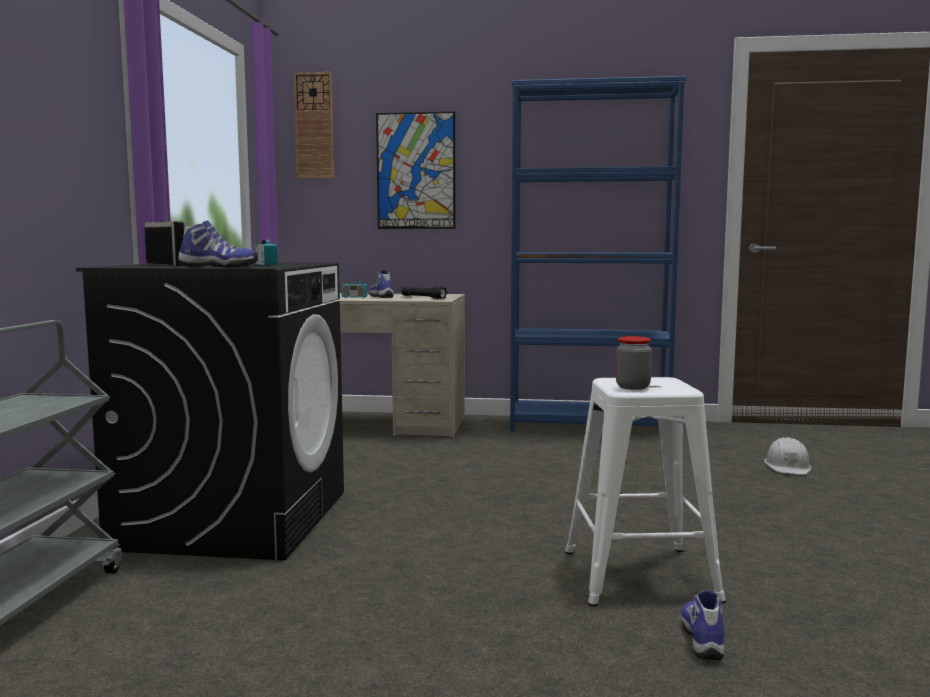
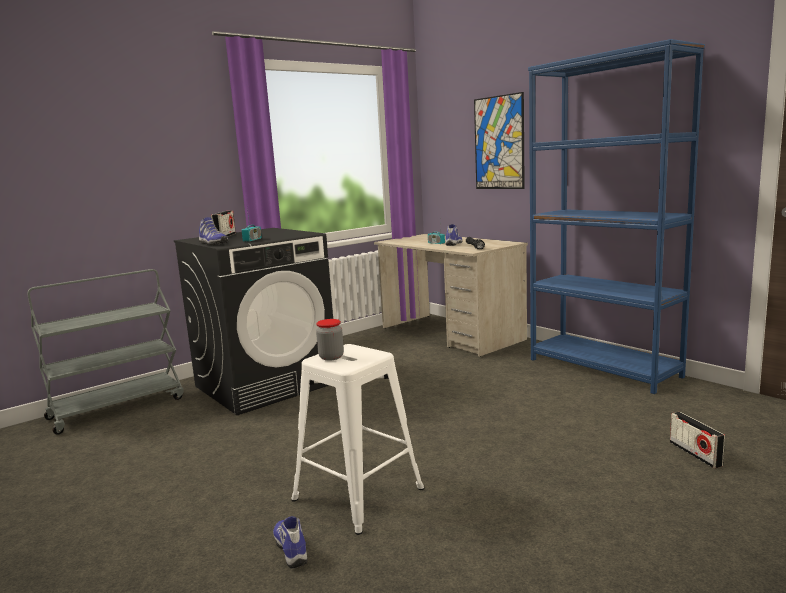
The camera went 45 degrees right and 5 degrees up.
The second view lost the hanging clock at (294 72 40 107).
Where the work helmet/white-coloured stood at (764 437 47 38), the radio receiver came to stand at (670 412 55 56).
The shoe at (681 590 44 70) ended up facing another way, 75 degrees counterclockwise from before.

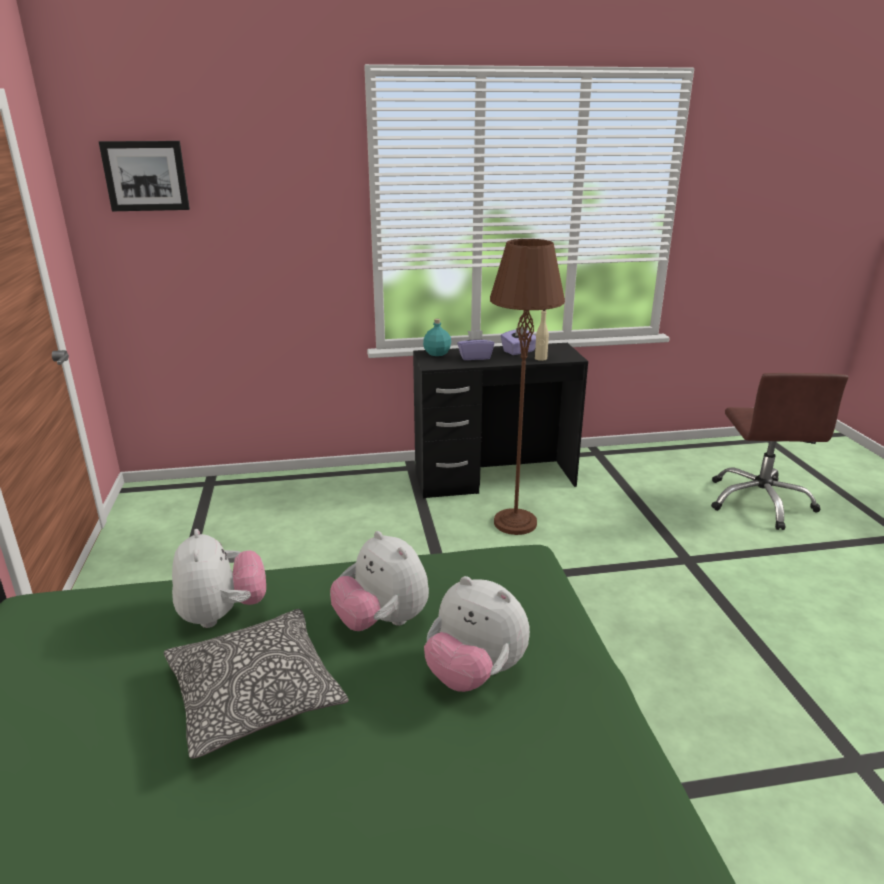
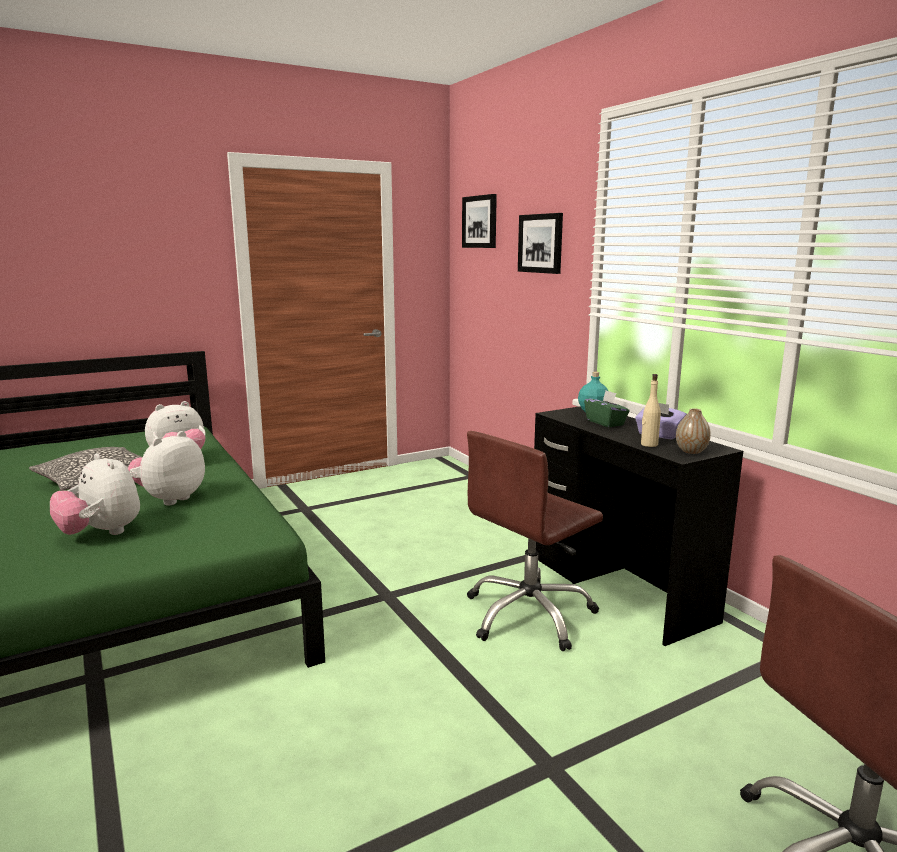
The camera went 70 degrees right and 10 degrees down.
Where the floor lamp/brown-coloured stood at (490 239 75 296), the desk chair/brown-coloured came to stand at (467 431 136 220).
What was the tissue holder/purple at (457 330 37 30) turned into the tissue holder/green-coloured at (584 390 46 37).
The soft toy at (424 576 106 116) ended up facing another way, 60 degrees counterclockwise from before.
The second view gained the picture at (518 213 45 61).
The second view gained the vase at (676 408 35 46).

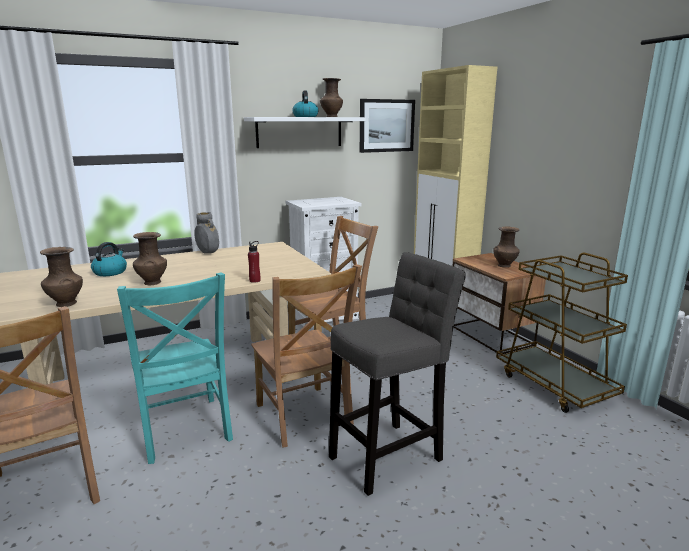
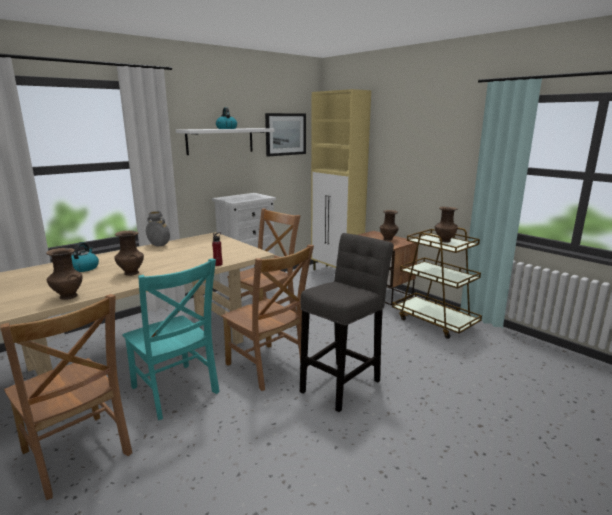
The camera went 15 degrees left and 0 degrees up.
The vase/brown-coloured ended up elsewhere, having gone from (320 78 23 39) to (435 207 23 36).

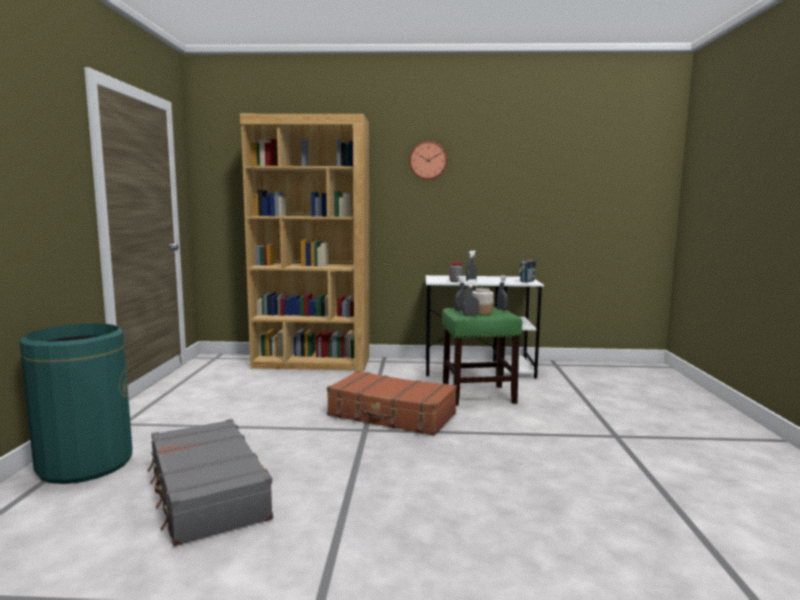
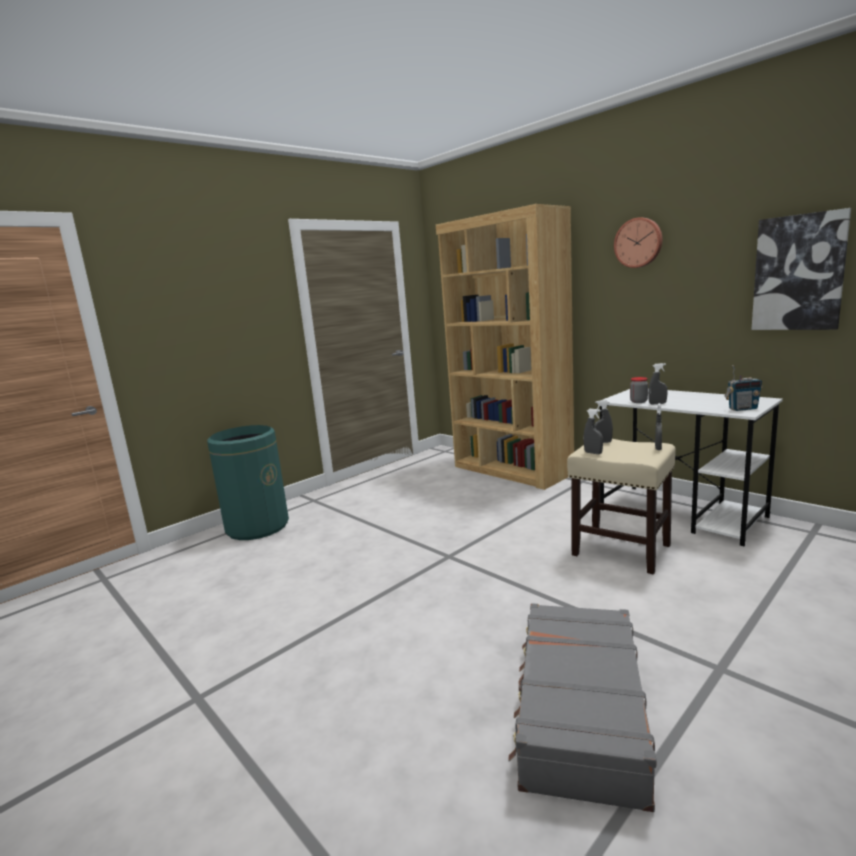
The camera went 45 degrees right and 5 degrees up.
The second view lost the storage jar at (472 288 22 27).
What was the stool seat/green-coloured at (442 307 80 99) turned into the stool seat/sand-coloured at (567 439 109 136).
The second view lost the piece of luggage/brown-coloured at (327 371 130 65).
The piece of luggage/grey ended up elsewhere, having gone from (147 419 126 127) to (508 603 148 209).
The second view gained the picture at (751 208 100 122).

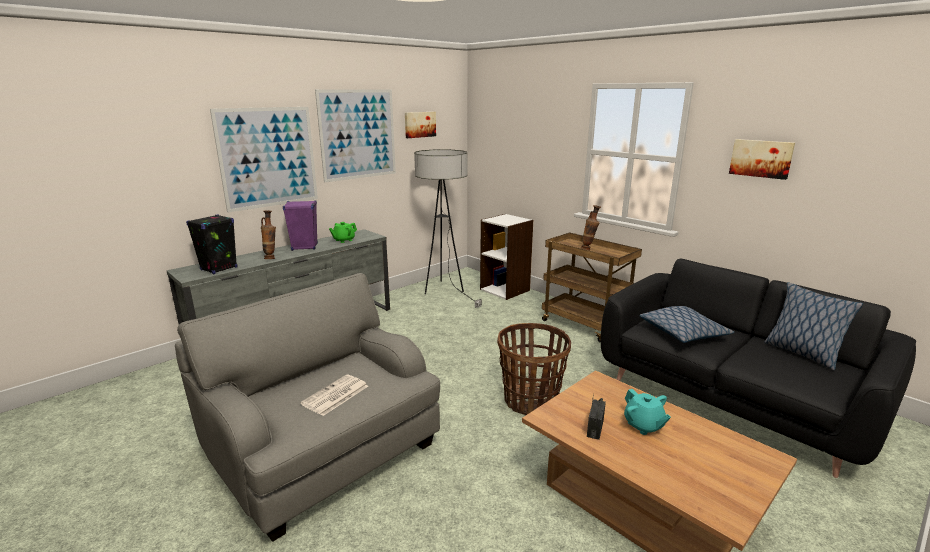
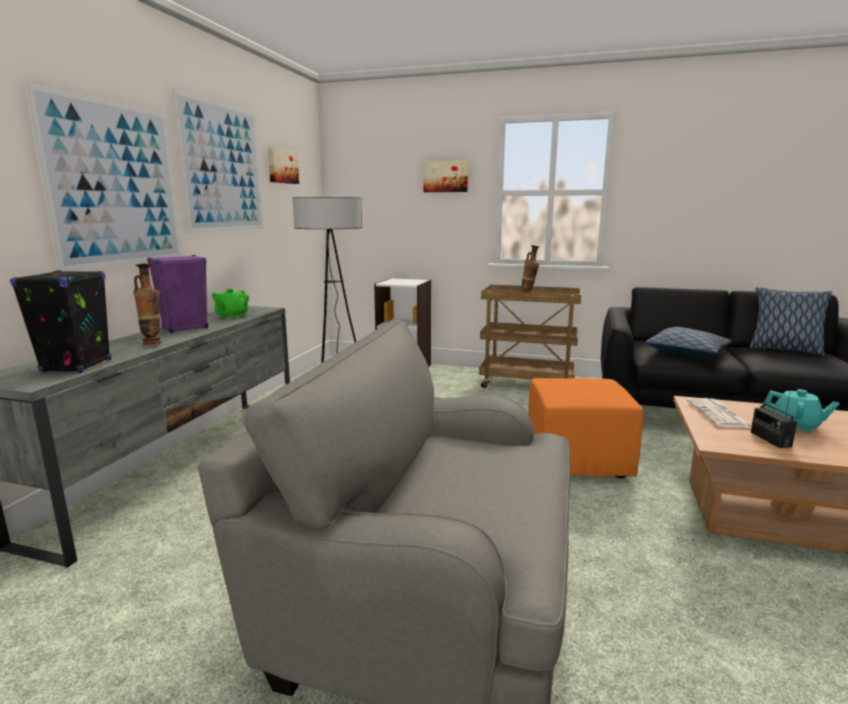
The camera went 30 degrees left and 5 degrees down.
The picture ended up elsewhere, having gone from (729 139 66 41) to (423 161 45 31).
Where the household basket stood at (497 323 74 92), the ottoman/orangey came to stand at (528 378 115 100).
The newspaper ended up elsewhere, having gone from (300 374 68 42) to (687 398 65 30).

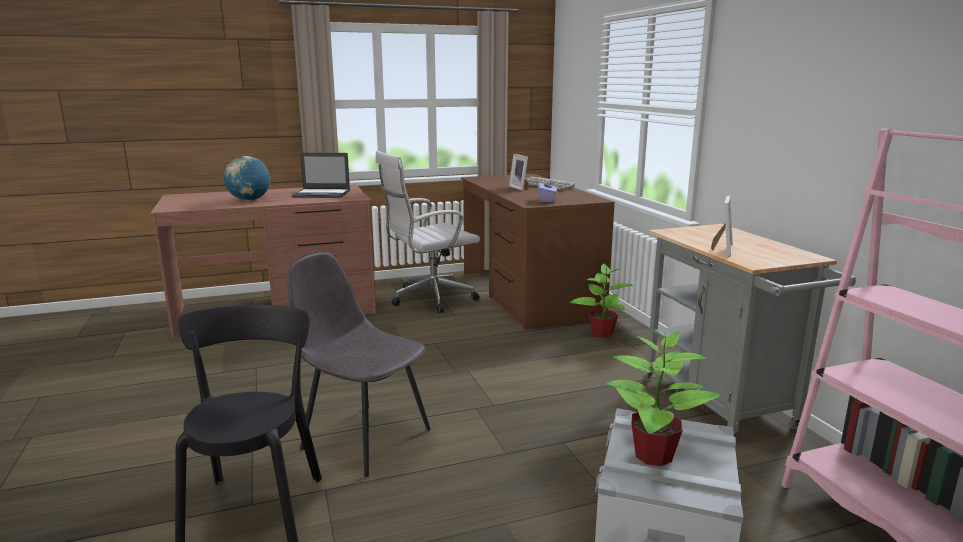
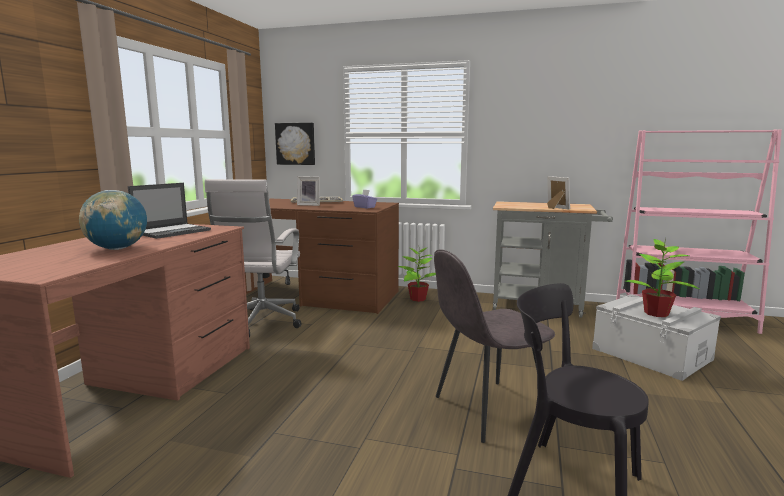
The camera went 55 degrees left and 5 degrees down.
The second view gained the picture at (275 123 40 42).

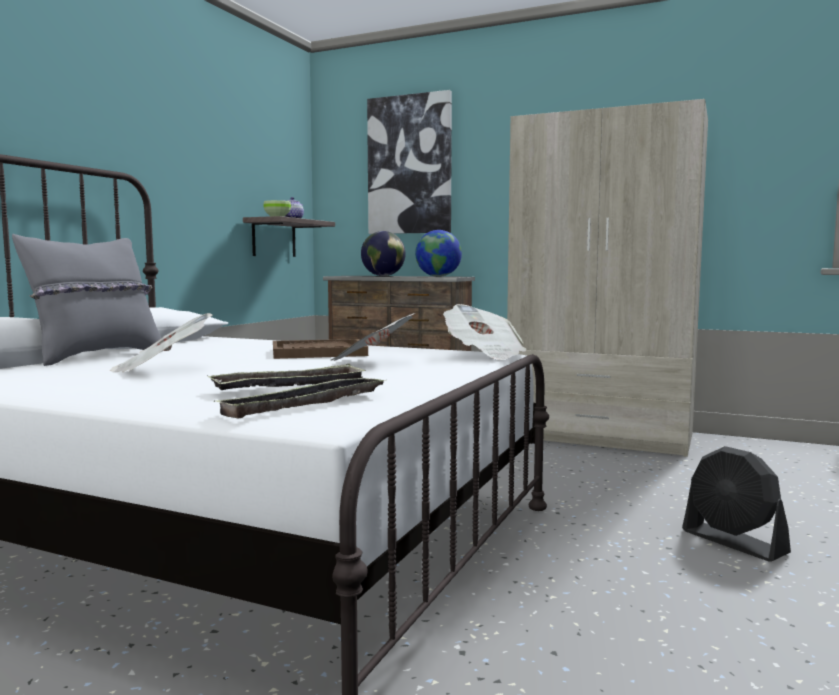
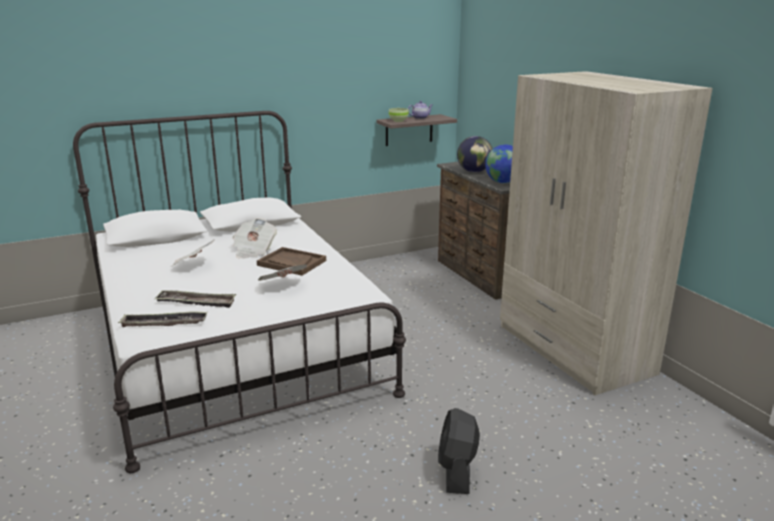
The camera went 40 degrees right and 15 degrees up.
The second view lost the picture at (367 90 85 144).
The second view lost the pillow/grey at (12 234 150 132).
The newspaper ended up elsewhere, having gone from (443 304 84 56) to (233 218 44 41).

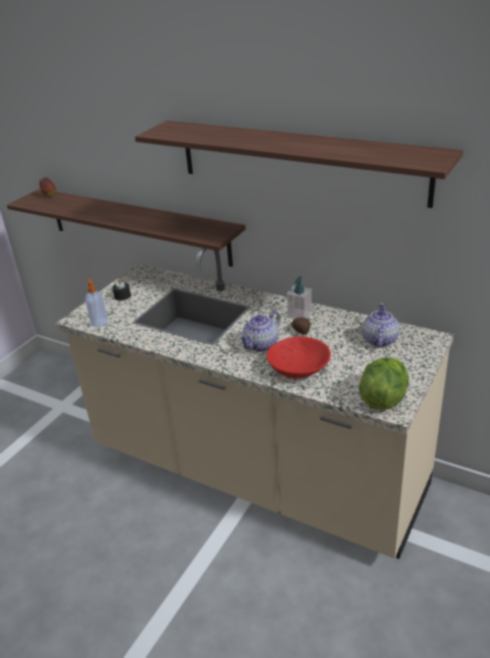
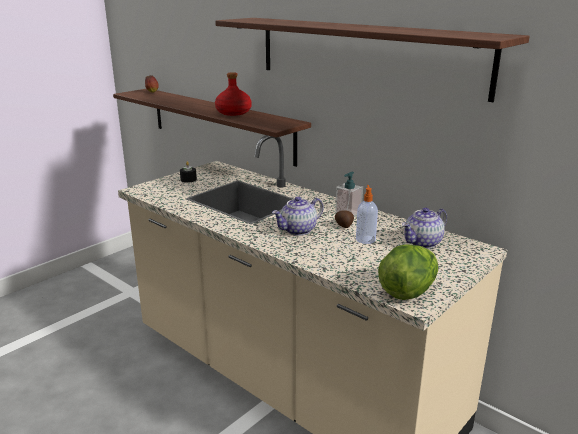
The camera went 10 degrees right and 10 degrees down.
The liquid soap bottle ended up elsewhere, having gone from (85 277 23 50) to (356 185 22 59).
The tea pot at (363 303 36 45) ended up facing another way, 150 degrees counterclockwise from before.
The second view lost the deep dish/red-coloured at (267 337 64 42).
The second view gained the bottle/red-coloured at (215 72 36 44).

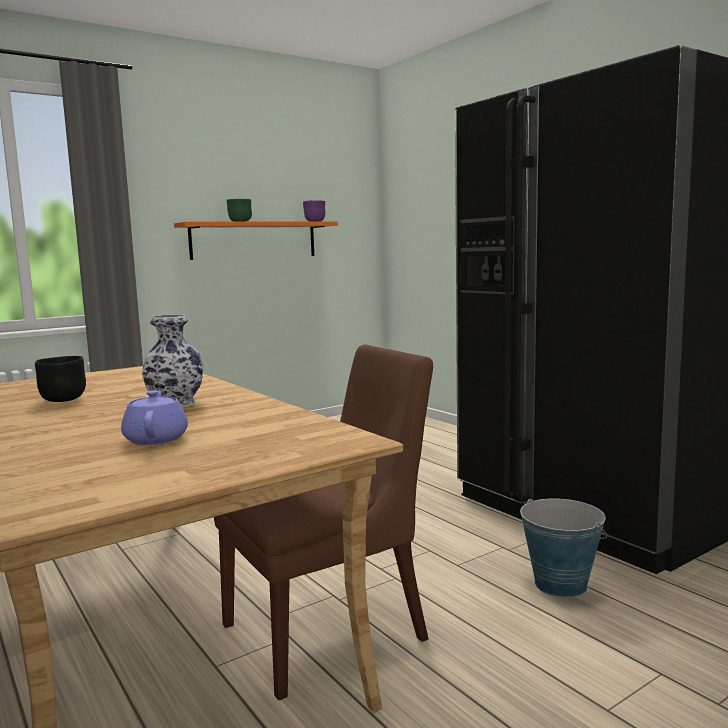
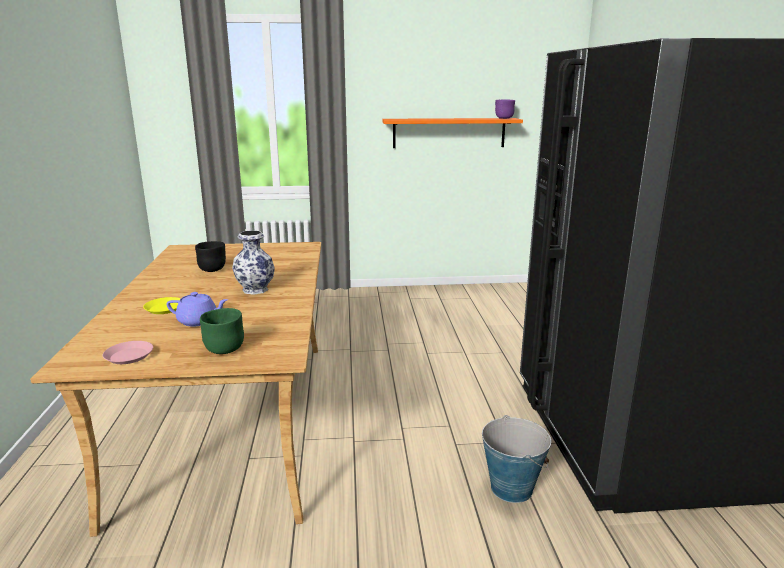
The camera went 30 degrees right and 10 degrees up.
The deep dish/green-coloured ended up elsewhere, having gone from (227 199 25 22) to (200 308 44 46).
The second view lost the chair/brown-coloured at (214 345 219 356).
The tea pot/purple at (121 390 67 55) ended up facing another way, 75 degrees clockwise from before.
The second view gained the flat dish/yellowish at (143 297 38 17).
The second view gained the flat dish/pinkish at (103 341 50 23).

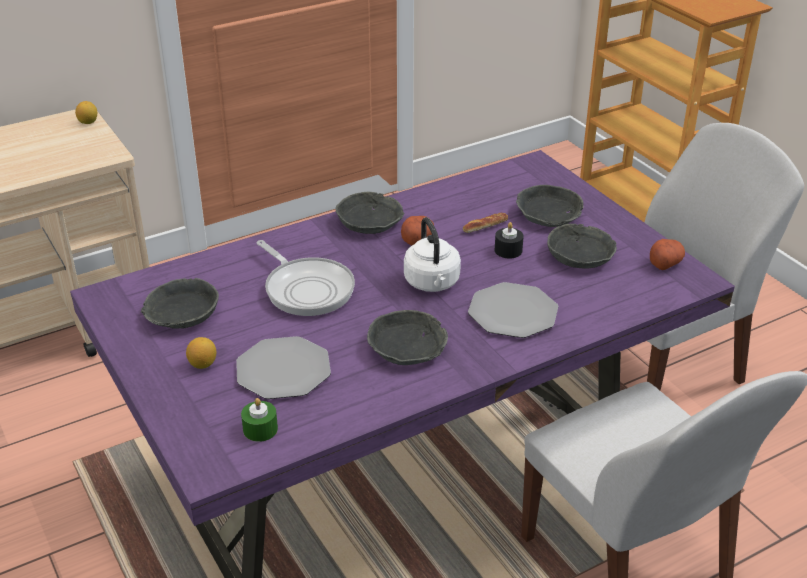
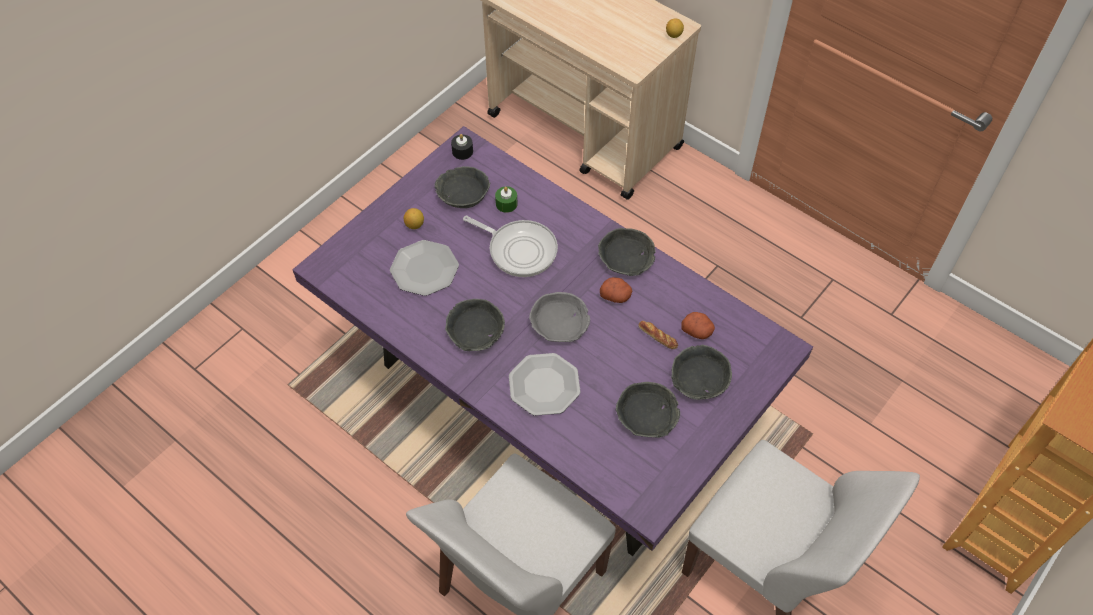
The camera went 70 degrees right and 20 degrees up.
Where the water kettle/white-coloured stood at (404 217 57 75), the deep dish/grey came to stand at (529 292 61 50).
The candle/blackish ended up elsewhere, having gone from (495 222 29 36) to (451 134 22 26).
The whole potato ended up elsewhere, having gone from (650 239 35 31) to (682 312 33 27).
The frying pan at (256 240 99 76) ended up facing another way, 90 degrees counterclockwise from before.
The candle/green-coloured ended up elsewhere, having gone from (241 398 37 44) to (495 187 23 26).

